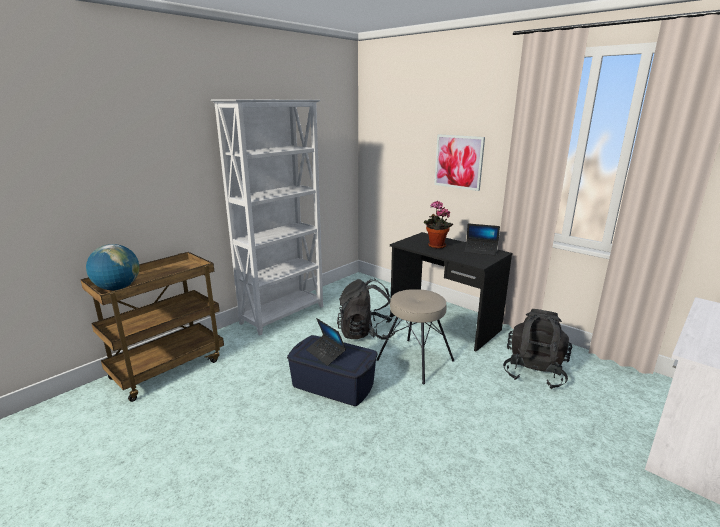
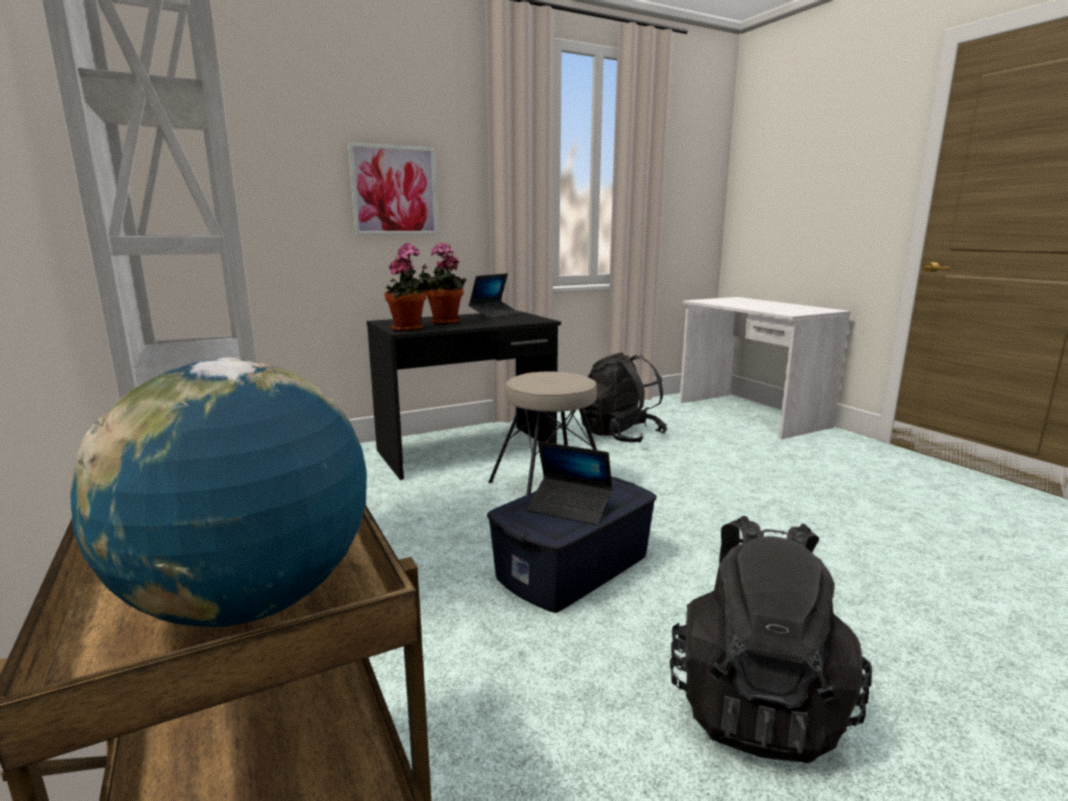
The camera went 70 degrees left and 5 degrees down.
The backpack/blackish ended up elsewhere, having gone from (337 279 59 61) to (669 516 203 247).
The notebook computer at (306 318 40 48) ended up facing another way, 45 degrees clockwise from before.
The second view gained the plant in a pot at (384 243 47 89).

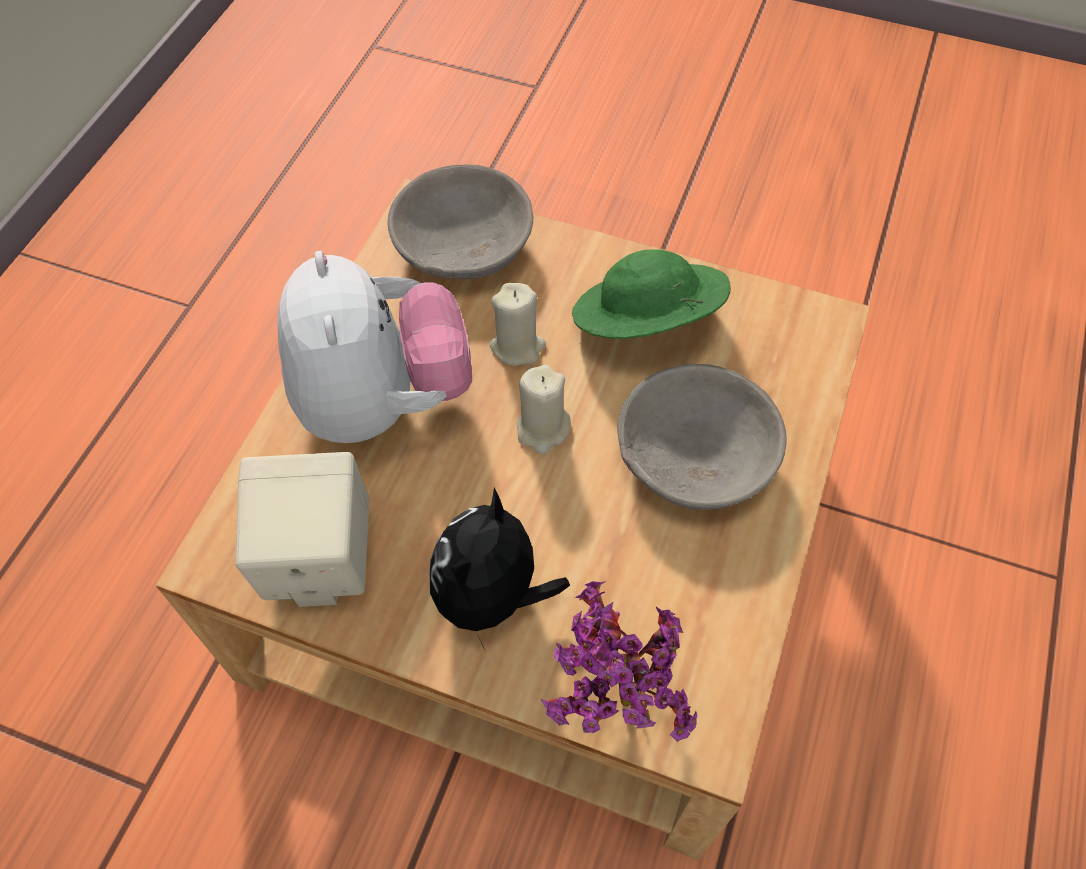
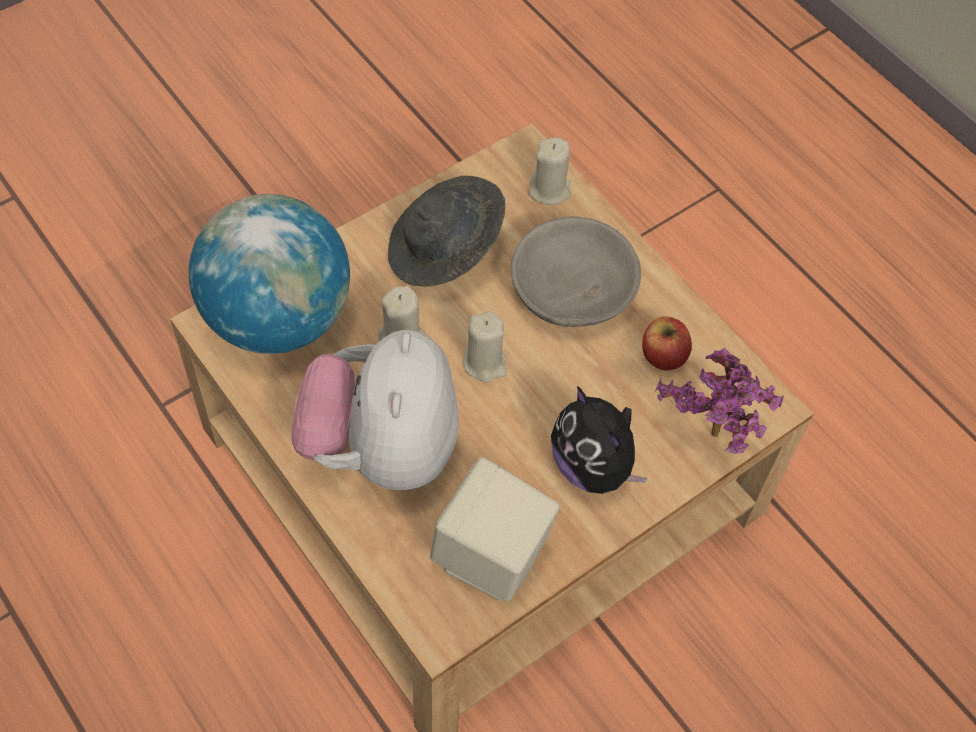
The camera went 60 degrees left and 0 degrees up.
Where the deep dish/grey stood at (388 165 145 114), the desk globe came to stand at (189 194 161 160).
What was the clothing hat/green-coloured at (572 249 159 90) turned into the clothing hat/grey at (388 176 117 111).
The soft toy at (278 251 194 192) ended up facing another way, 105 degrees counterclockwise from before.
The second view gained the candle/sand-coloured at (529 137 42 68).
The second view gained the whole apple at (642 317 50 53).

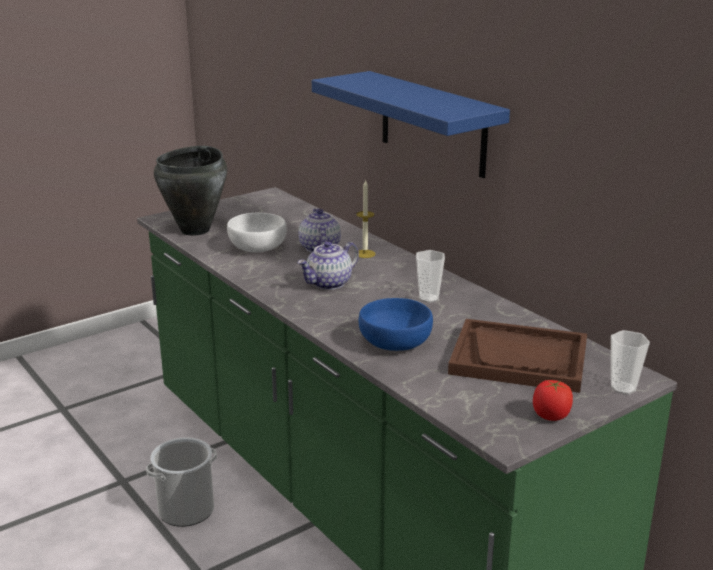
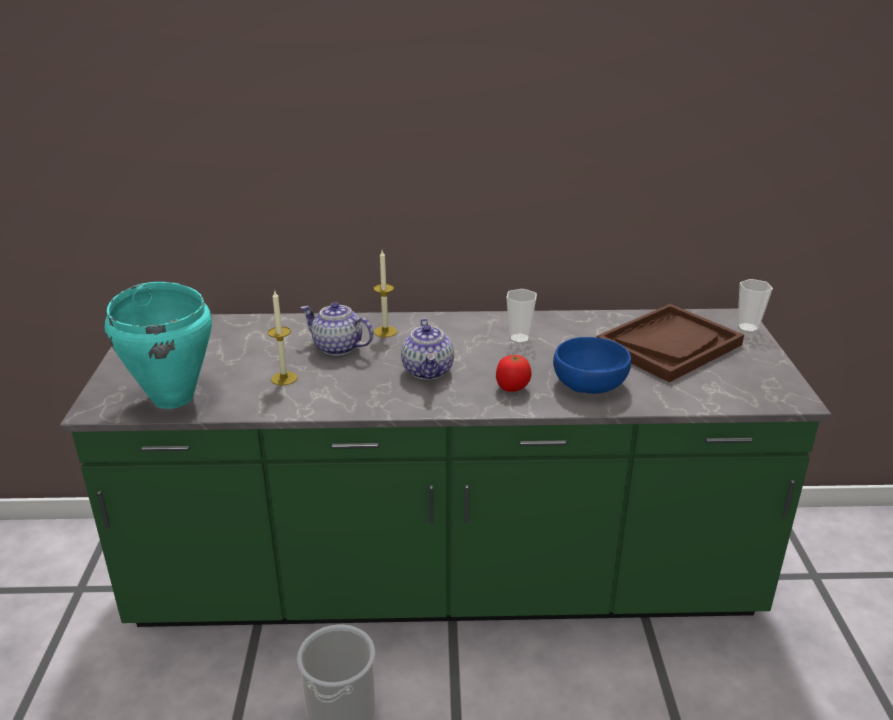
The camera went 55 degrees left and 5 degrees up.
The second view lost the bracket shelf/blue-coloured at (312 71 198 107).
What was the cooking pot/blackish at (154 146 73 90) turned into the cooking pot/blue-green at (104 282 108 127).
Where the deep dish/white-coloured stood at (227 212 60 40), the candle came to stand at (268 291 30 94).
The whole tomato ended up elsewhere, having gone from (533 380 40 41) to (496 355 36 37).

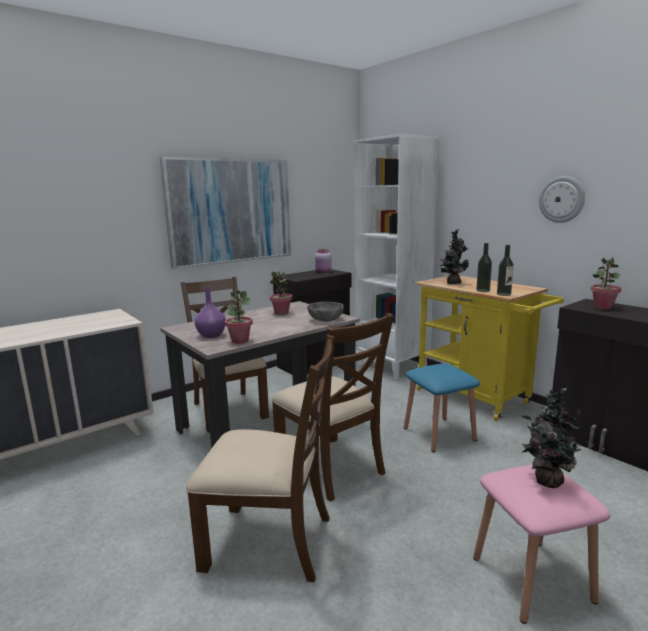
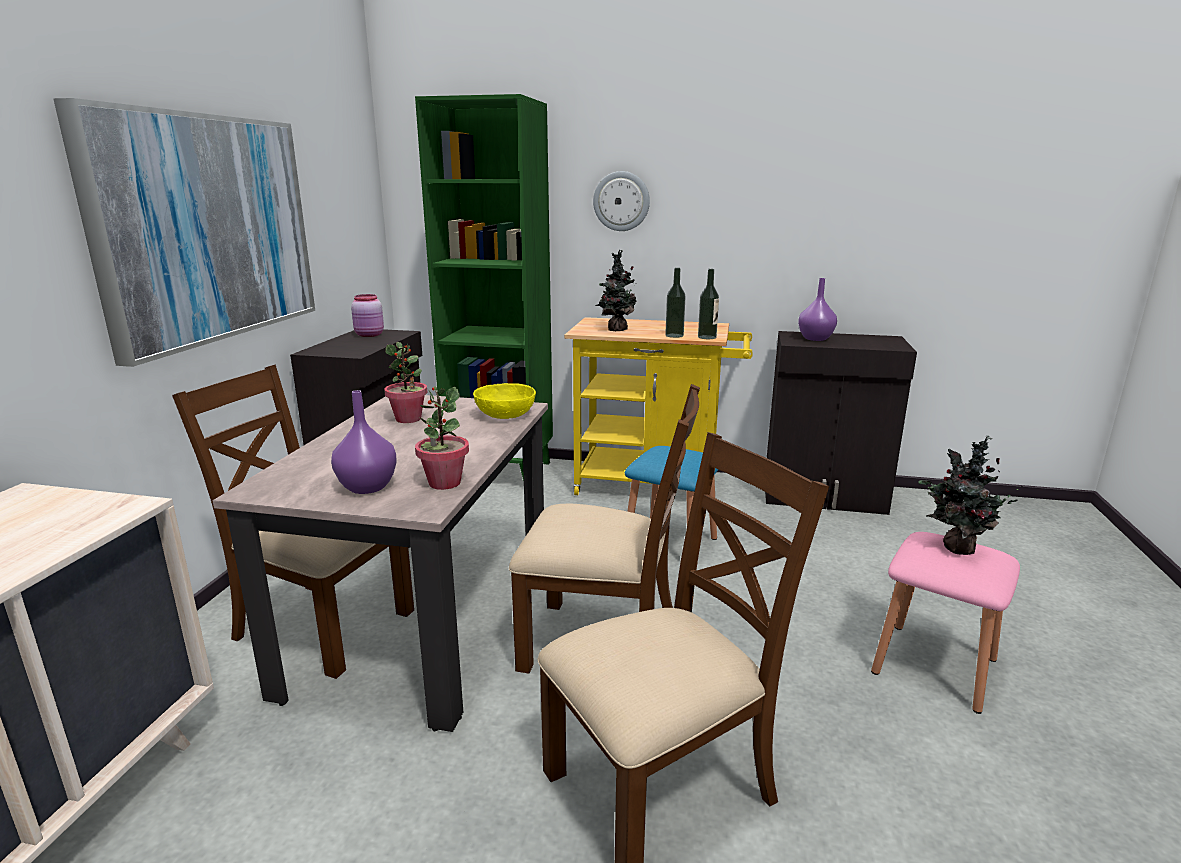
The camera went 40 degrees left and 5 degrees up.
What was the bookcase/white-coloured at (354 134 86 246) turned into the bookcase/green-coloured at (415 94 138 387).
The hanging clock ended up elsewhere, having gone from (539 176 46 47) to (593 171 57 60).
Where the plant in a pot stood at (590 258 31 51), the vase/purple came to stand at (798 278 39 63).
What was the deep dish/grey at (307 302 37 20) turned into the deep dish/yellowish at (473 383 63 36).

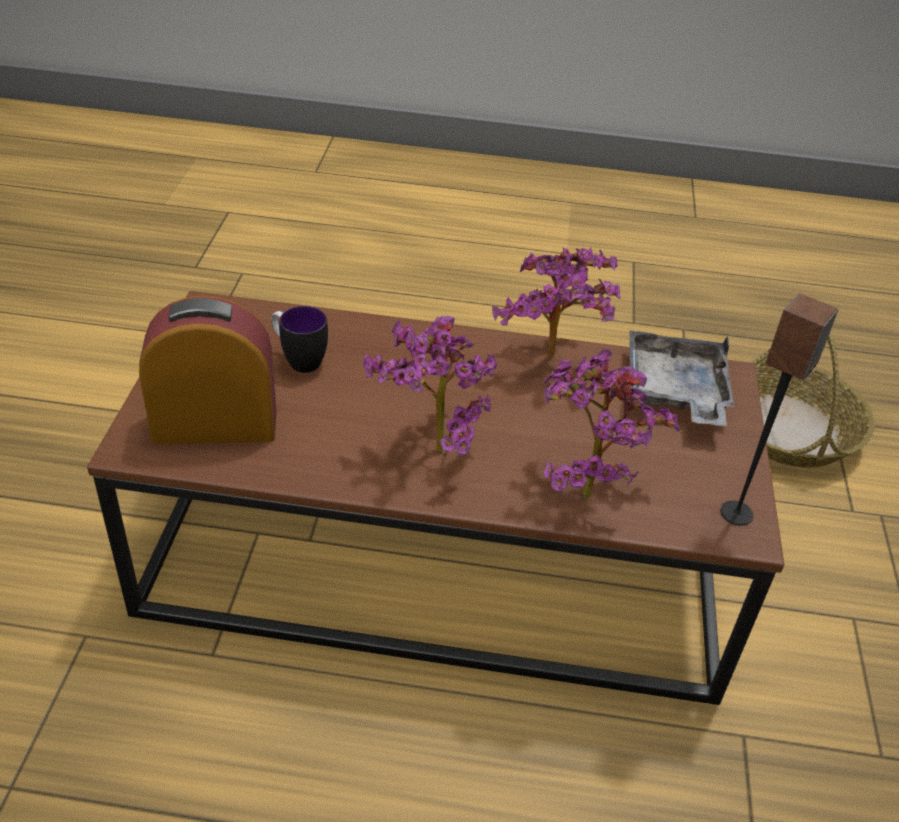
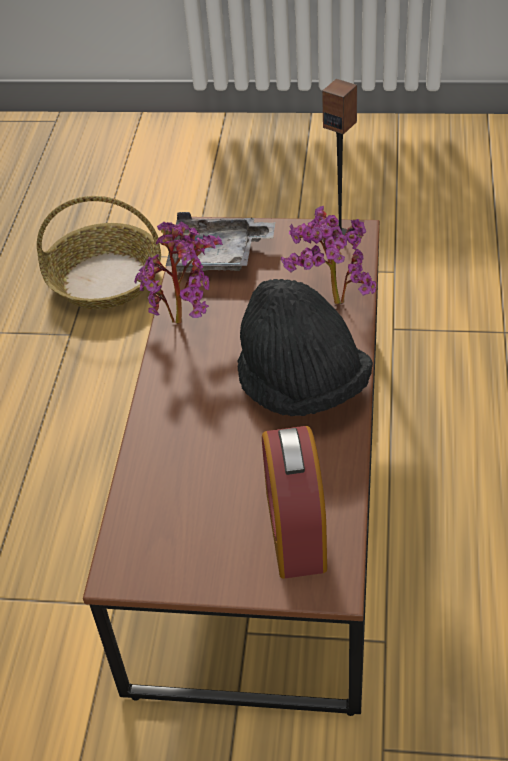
The camera went 85 degrees left and 5 degrees up.
The second view lost the coffee mug at (271 306 57 67).
Where the plant in a pot stood at (364 316 133 140), the clothing hat/blackish came to stand at (237 279 136 137).

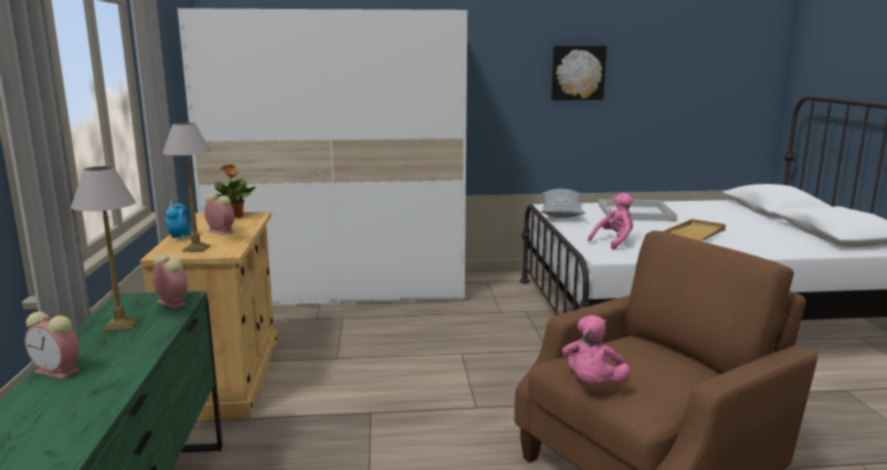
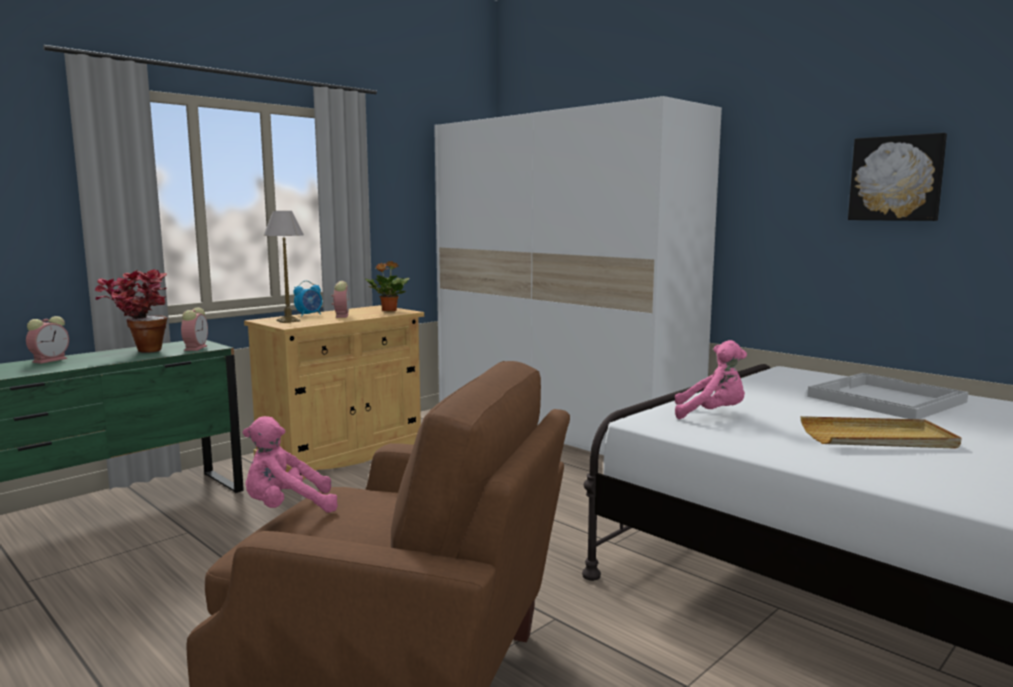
The camera went 50 degrees right and 5 degrees down.
Where the tabletop lamp stood at (71 166 67 166), the plant in a pot came to stand at (95 269 72 84).
The second view lost the pillow at (541 189 44 29).
The alarm clock at (25 312 55 67) ended up facing another way, 135 degrees counterclockwise from before.

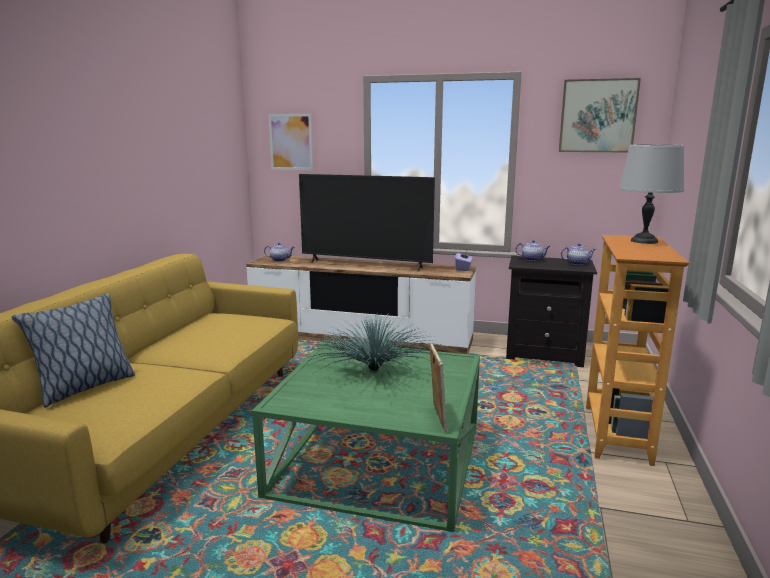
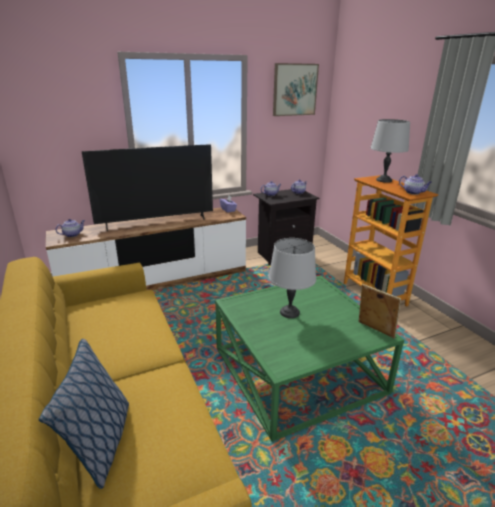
The camera went 40 degrees left and 10 degrees up.
The second view lost the picture at (268 114 45 56).
Where the plant in a pot stood at (300 313 148 73), the tabletop lamp/grey came to stand at (269 238 47 80).
The second view gained the tea pot at (399 174 33 21).

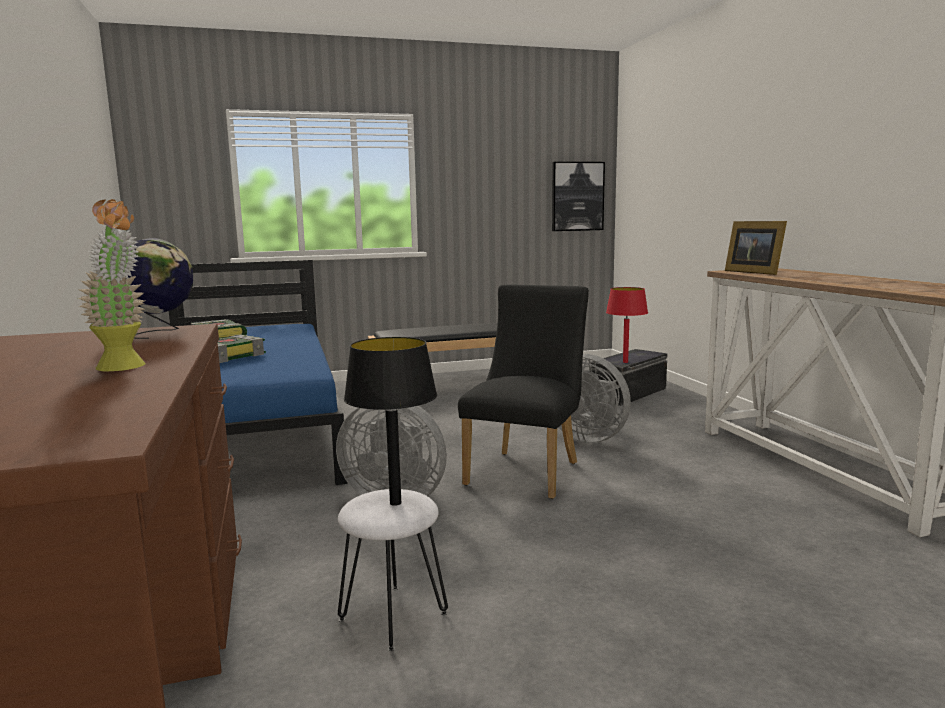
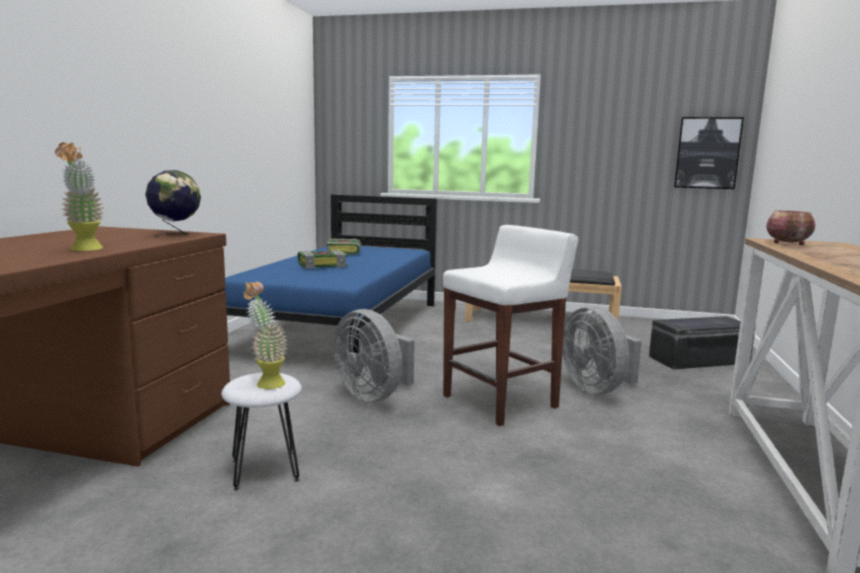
The camera went 30 degrees right and 0 degrees up.
Where the photo frame stood at (725 221 62 54), the deep dish came to stand at (766 210 49 35).
Where the chair/blackish stood at (458 284 131 215), the stool seat/white-coloured came to stand at (443 225 135 201).
The second view lost the tabletop lamp/red-coloured at (606 287 42 76).
Where the tabletop lamp/blackish stood at (344 337 93 169), the plant in a pot came to stand at (244 282 44 107).

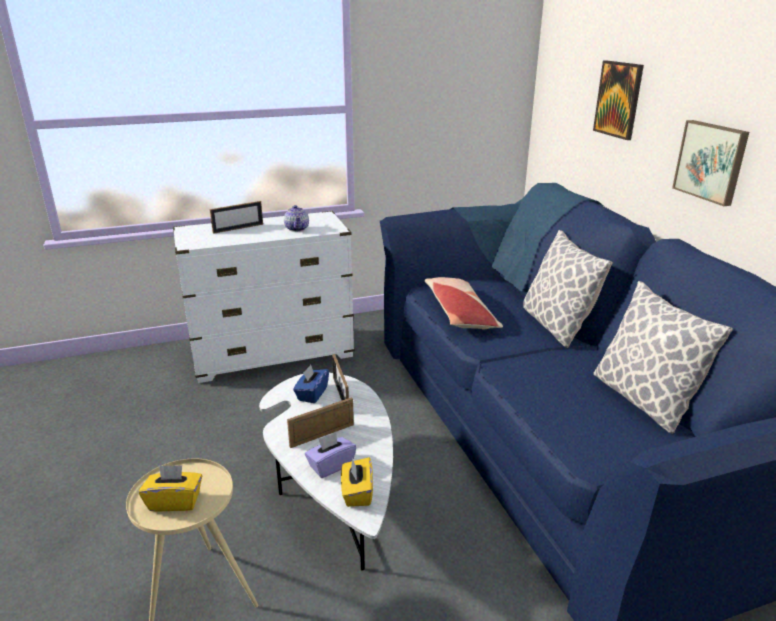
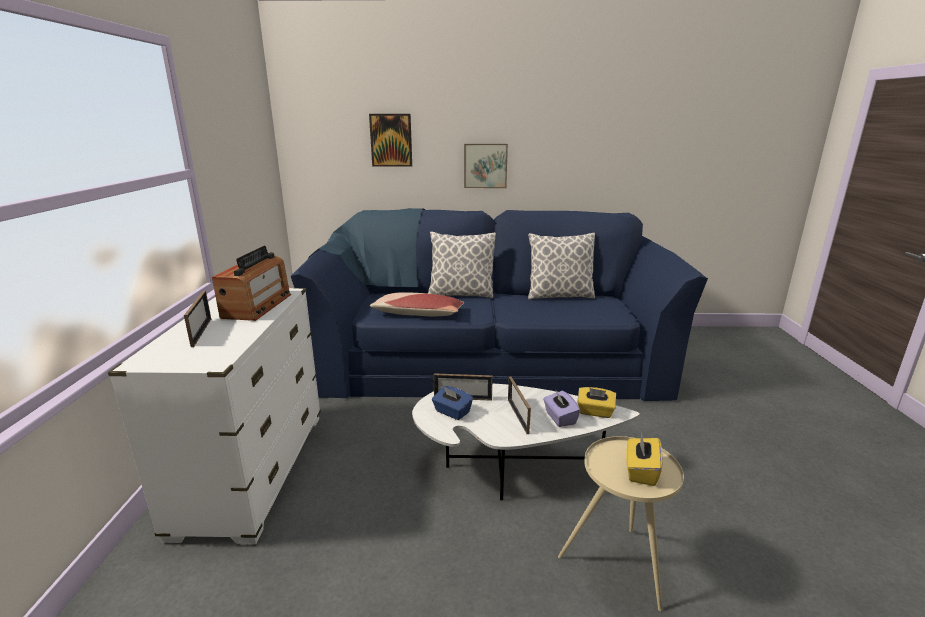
The camera went 70 degrees left and 5 degrees down.
Where the tea pot stood at (284 205 25 27), the radio receiver came to stand at (212 246 79 75).

